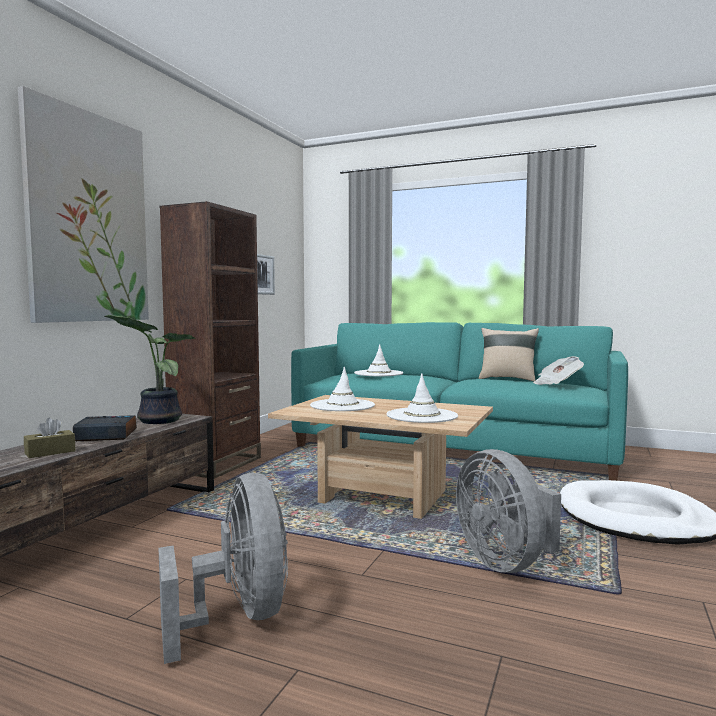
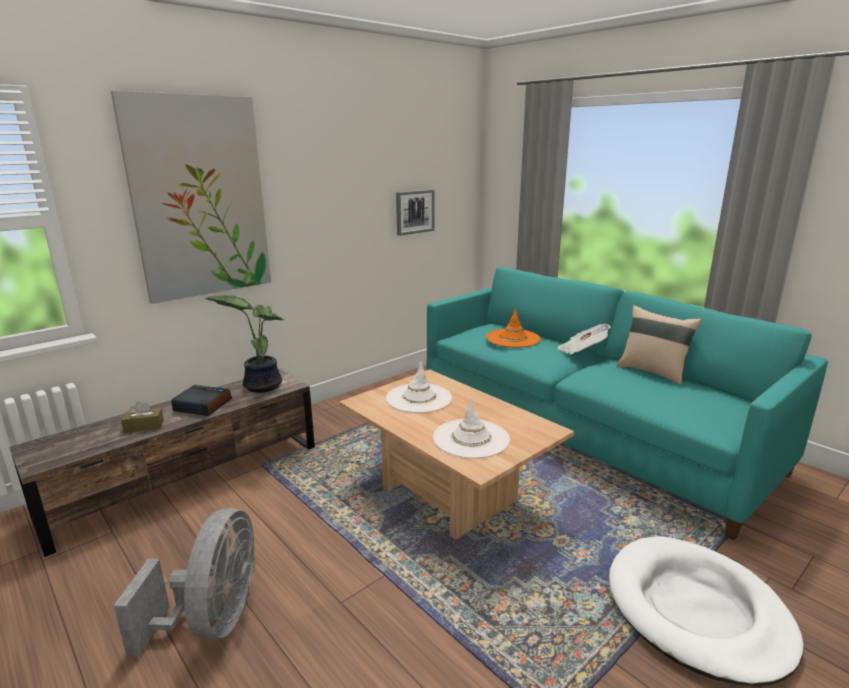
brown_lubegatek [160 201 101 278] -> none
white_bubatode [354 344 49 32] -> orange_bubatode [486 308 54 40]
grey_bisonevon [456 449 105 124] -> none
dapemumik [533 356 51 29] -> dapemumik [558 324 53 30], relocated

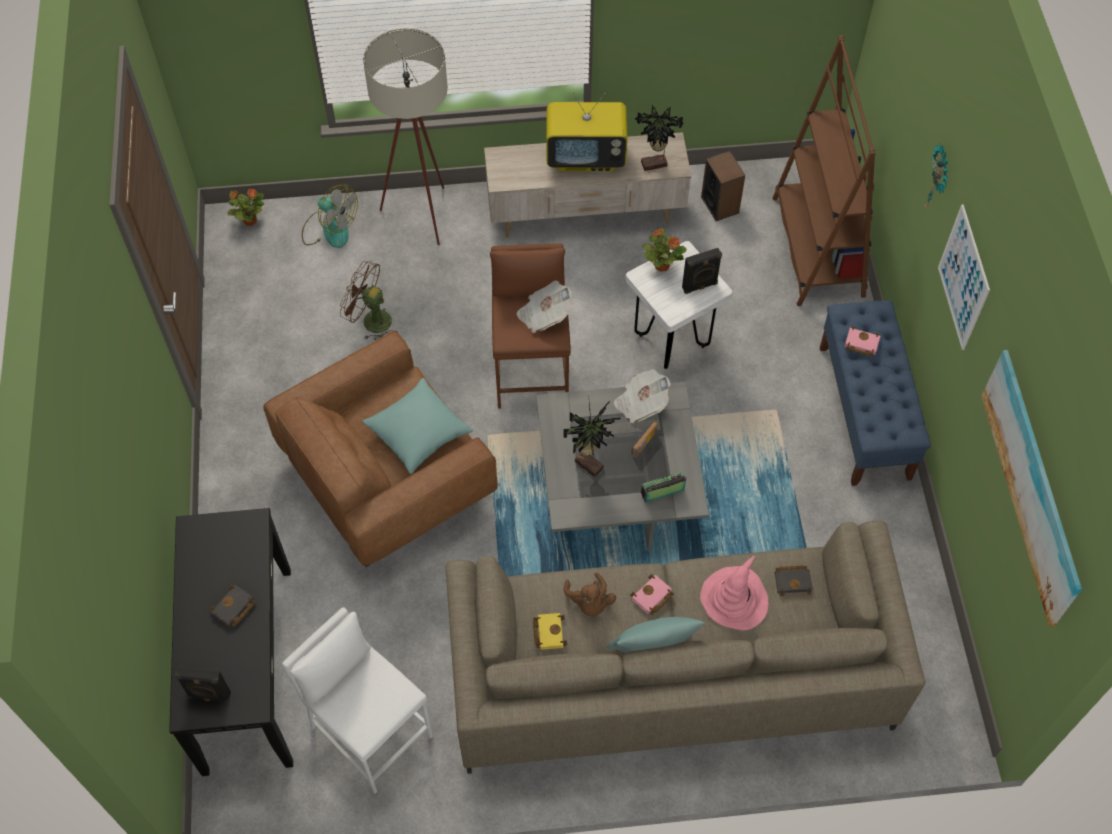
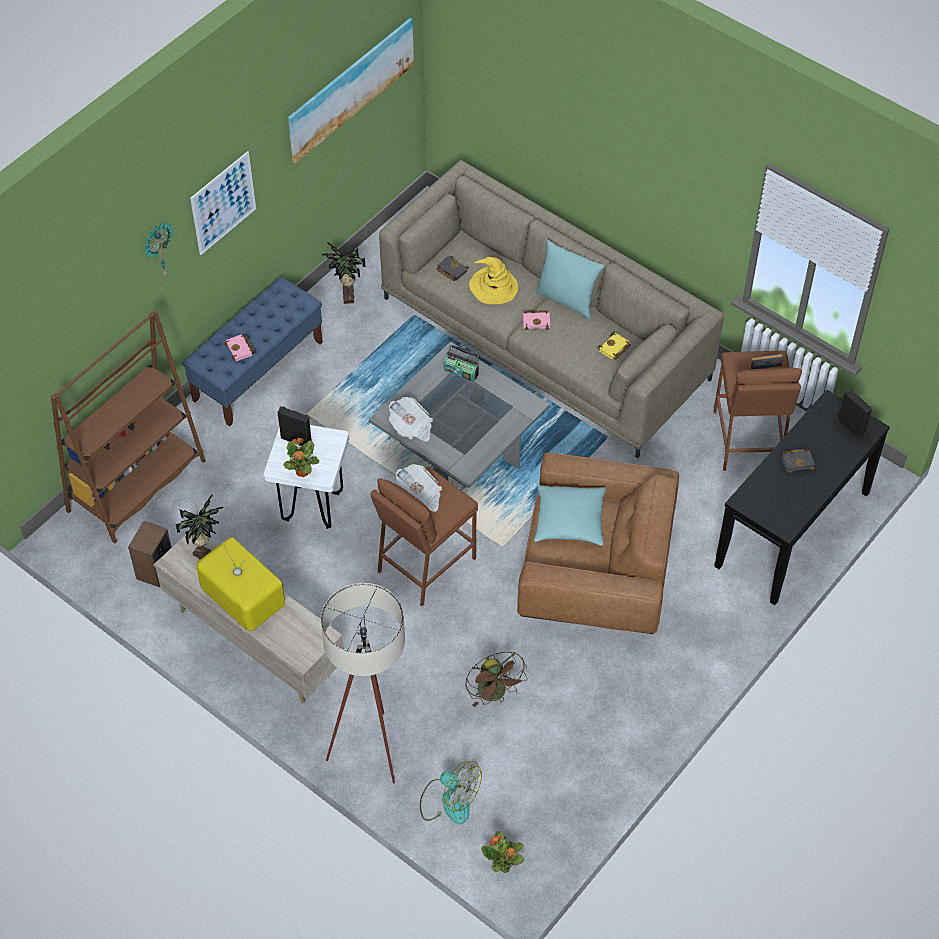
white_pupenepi [282 607 151 187] -> brown_pupenepi [713 351 89 120]
bisonevon [302 184 56 64] -> bisonevon [420 761 62 63], 135 degrees clockwise
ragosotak [563 401 58 76] -> ragosotak [322 242 43 62], relocated
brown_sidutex [564 573 52 43] -> none
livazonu [631 422 26 38] -> livazonu [750 354 34 15], relocated
pink_bubatode [700 556 68 74] -> yellow_bubatode [469 257 49 47]

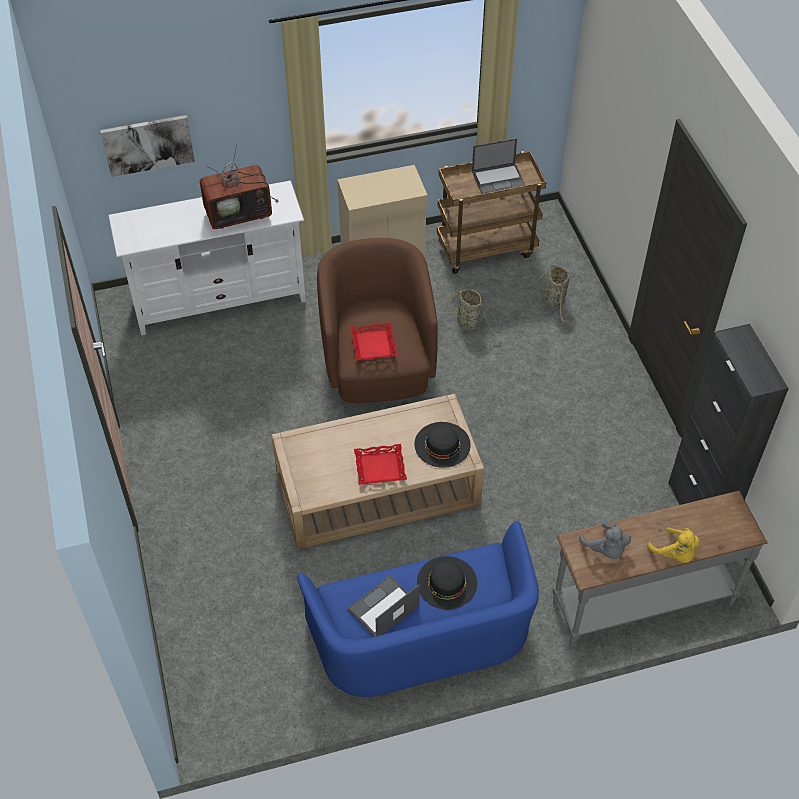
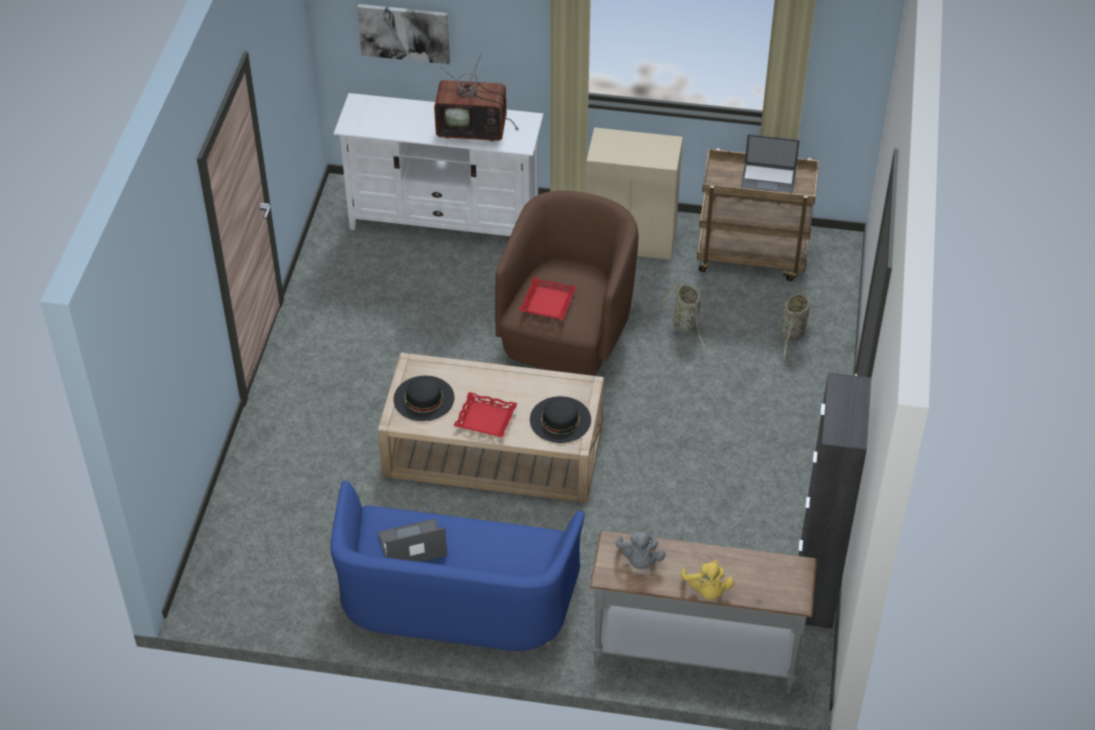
black_bubatode [417 556 60 54] -> black_bubatode [393 376 61 45], relocated

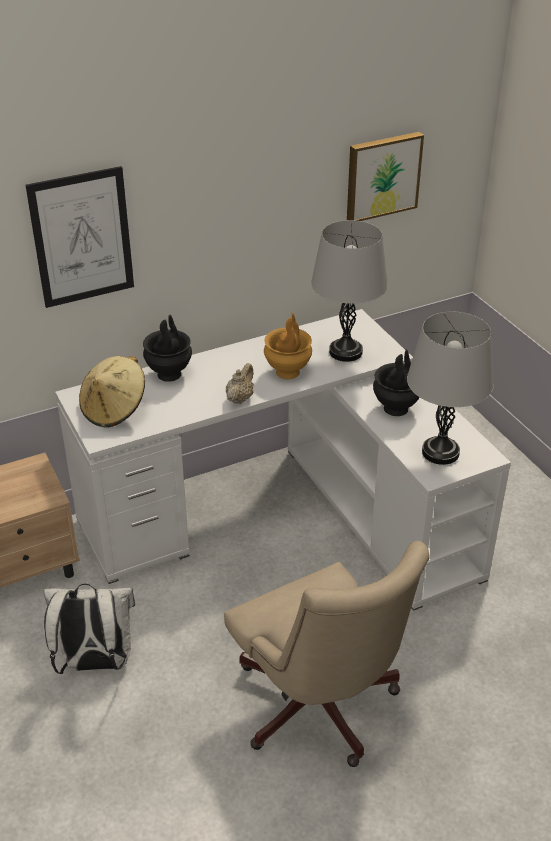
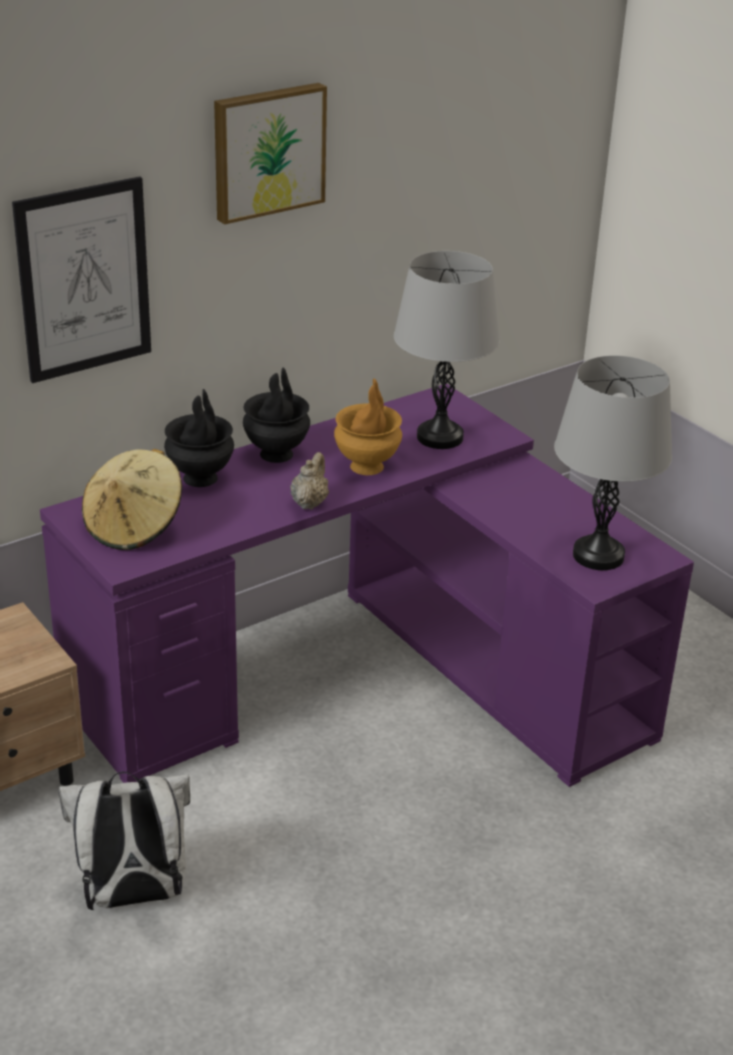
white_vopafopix [55 309 456 302] -> purple_vopafopix [40 383 654 404]
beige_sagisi [224 541 206 226] -> none
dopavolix [347 132 77 89] -> dopavolix [214 83 113 141], relocated
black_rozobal [373 349 47 67] -> black_rozobal [243 368 67 95], relocated

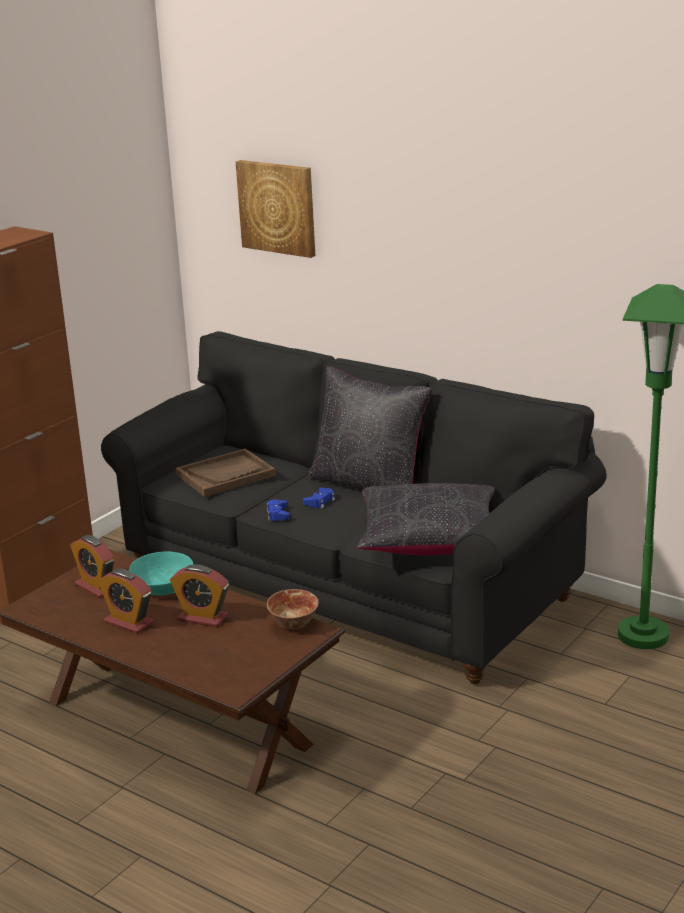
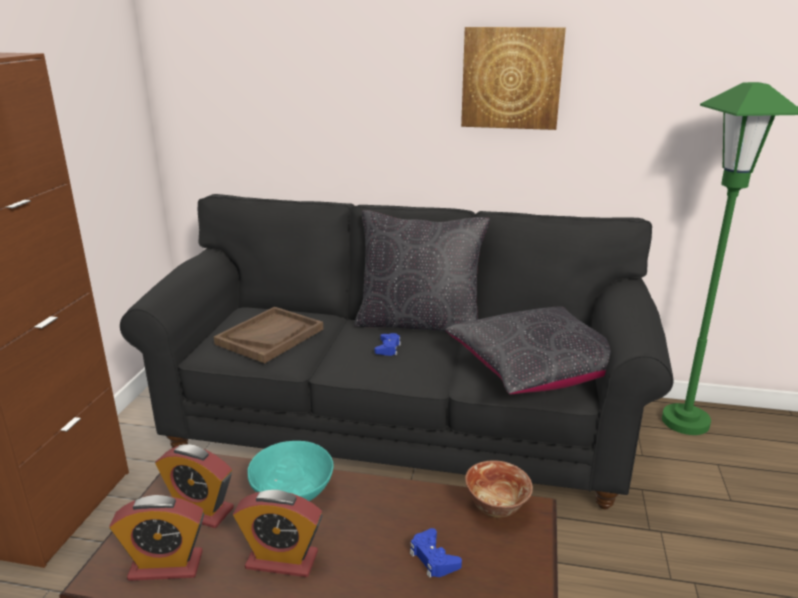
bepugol [170 564 59 63] -> bepugol [109 495 95 86], relocated
dopavolix [236 160 79 98] -> dopavolix [461 27 105 103], relocated
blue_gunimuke [267 500 22 21] -> blue_gunimuke [410 528 52 50], relocated

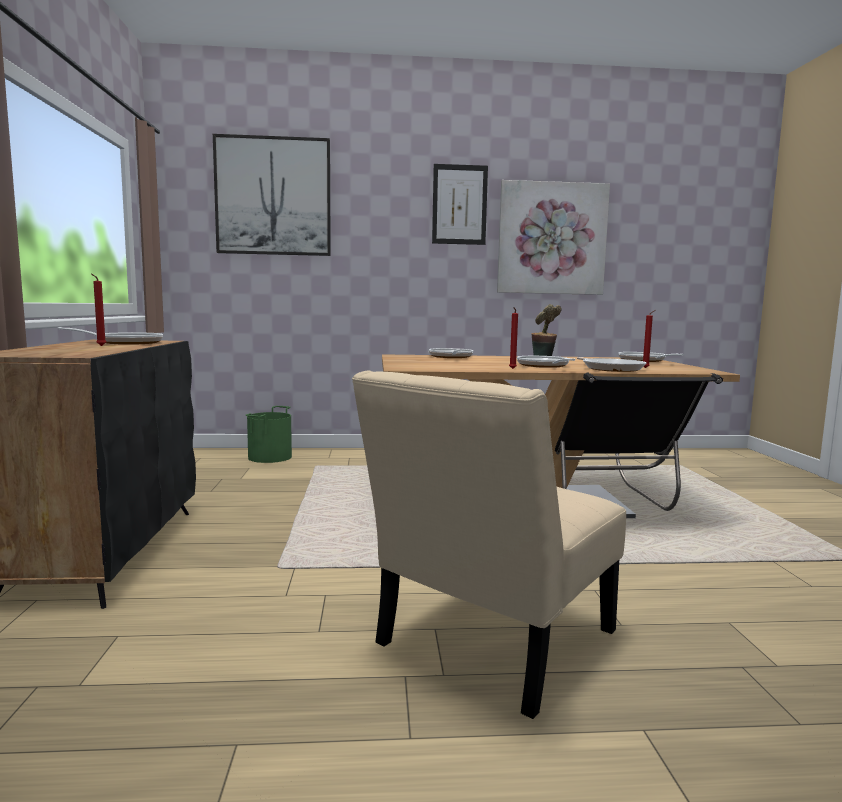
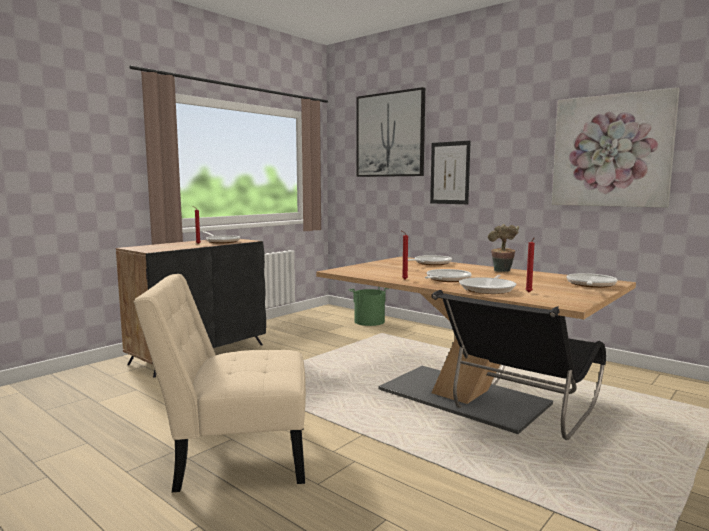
dopavolix [432 164 56 81] -> dopavolix [430 141 41 63], relocated

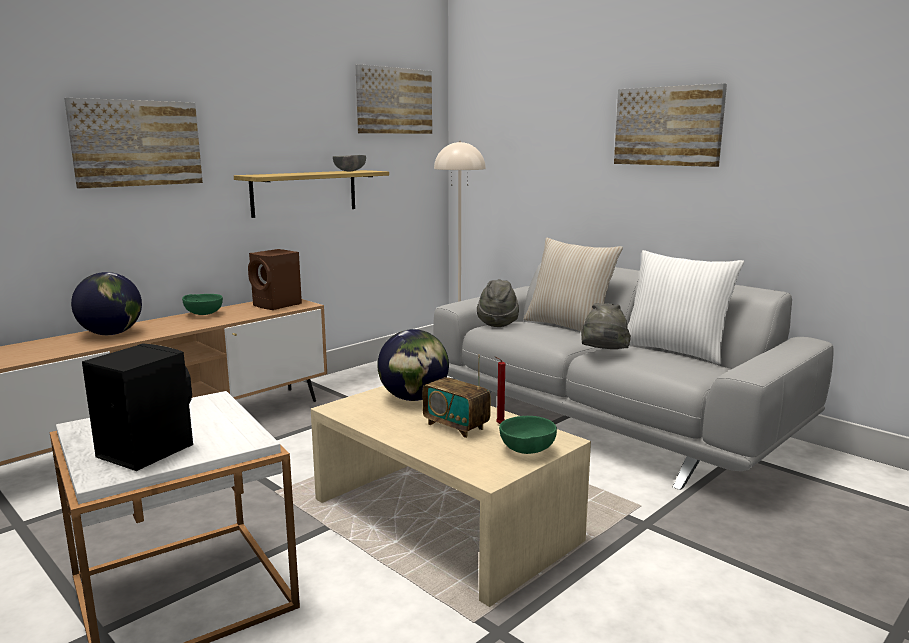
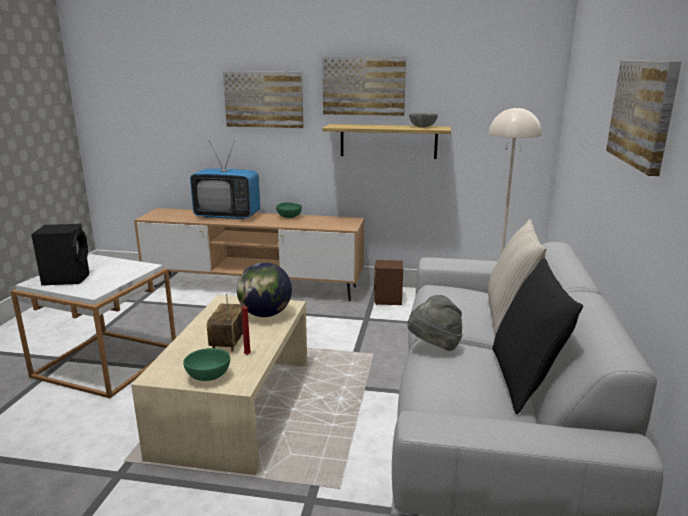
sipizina [71 272 71 63] -> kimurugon [190 140 70 80]
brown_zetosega [248 249 54 61] -> brown_zetosega [374 260 29 45], relocated
dopavolix [356 64 76 70] -> dopavolix [322 57 84 59], relocated
grey_bubatode [477 279 42 48] -> none
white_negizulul [628 250 116 115] -> black_negizulul [492 258 91 156]

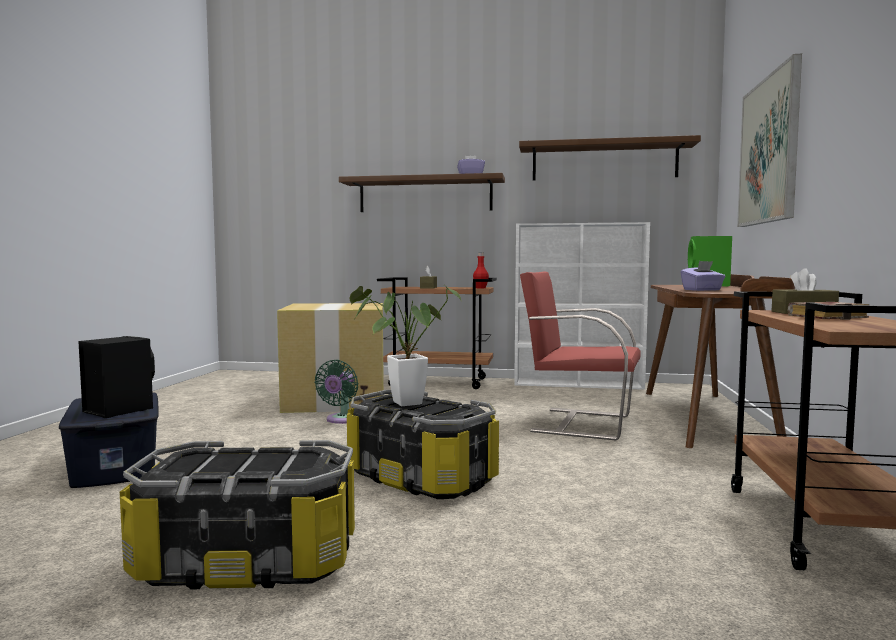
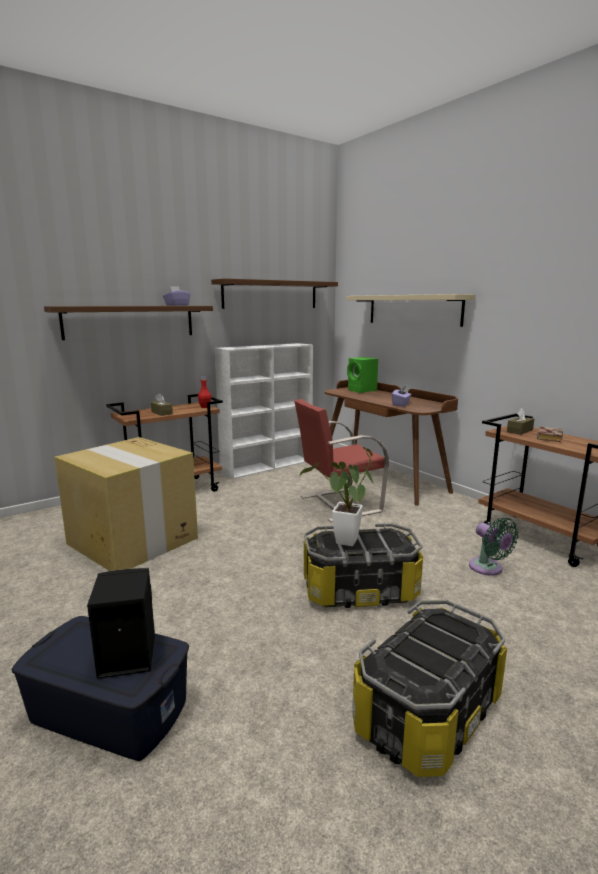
green_bisonevon [315 360 43 64] -> green_bisonevon [469 518 50 58], relocated
dopavolix [737 54 65 173] -> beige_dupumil [346 294 130 33]

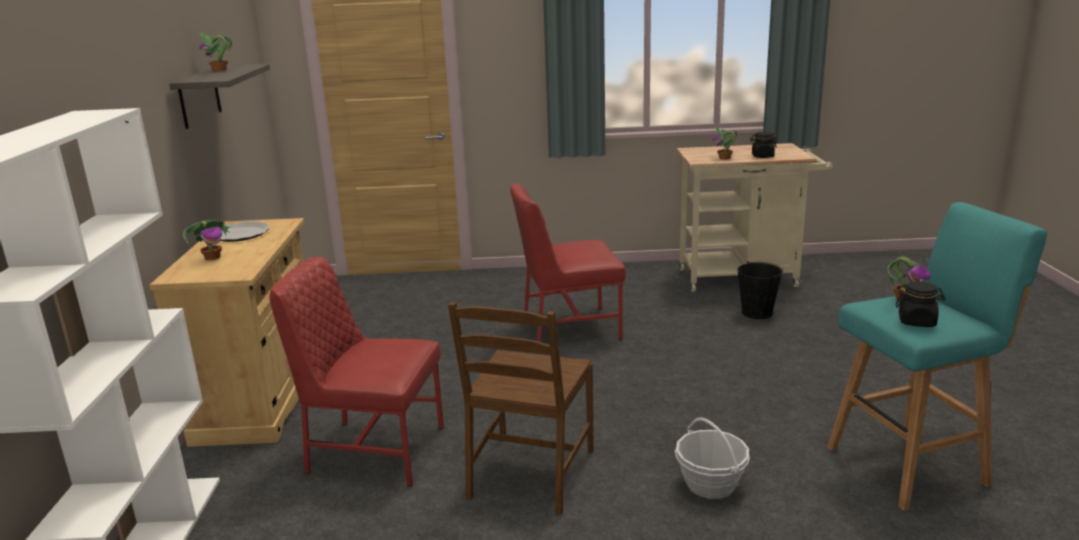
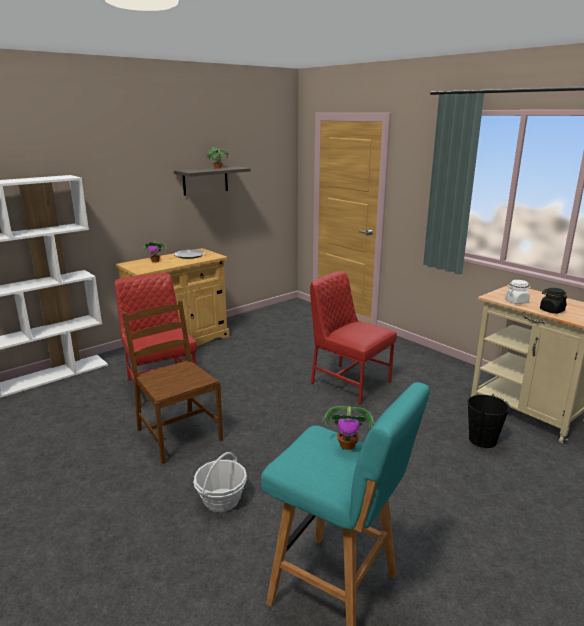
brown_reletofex [448 302 146 213] -> brown_reletofex [122 300 101 164], 75 degrees clockwise
ragosotak [712 127 25 33] -> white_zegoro [505 280 26 24]
black_zegoro [896 281 49 46] -> none

